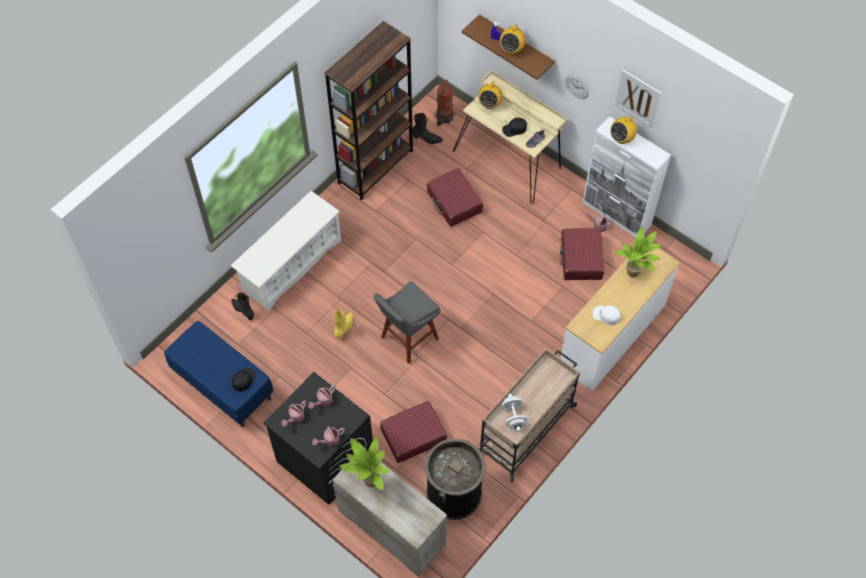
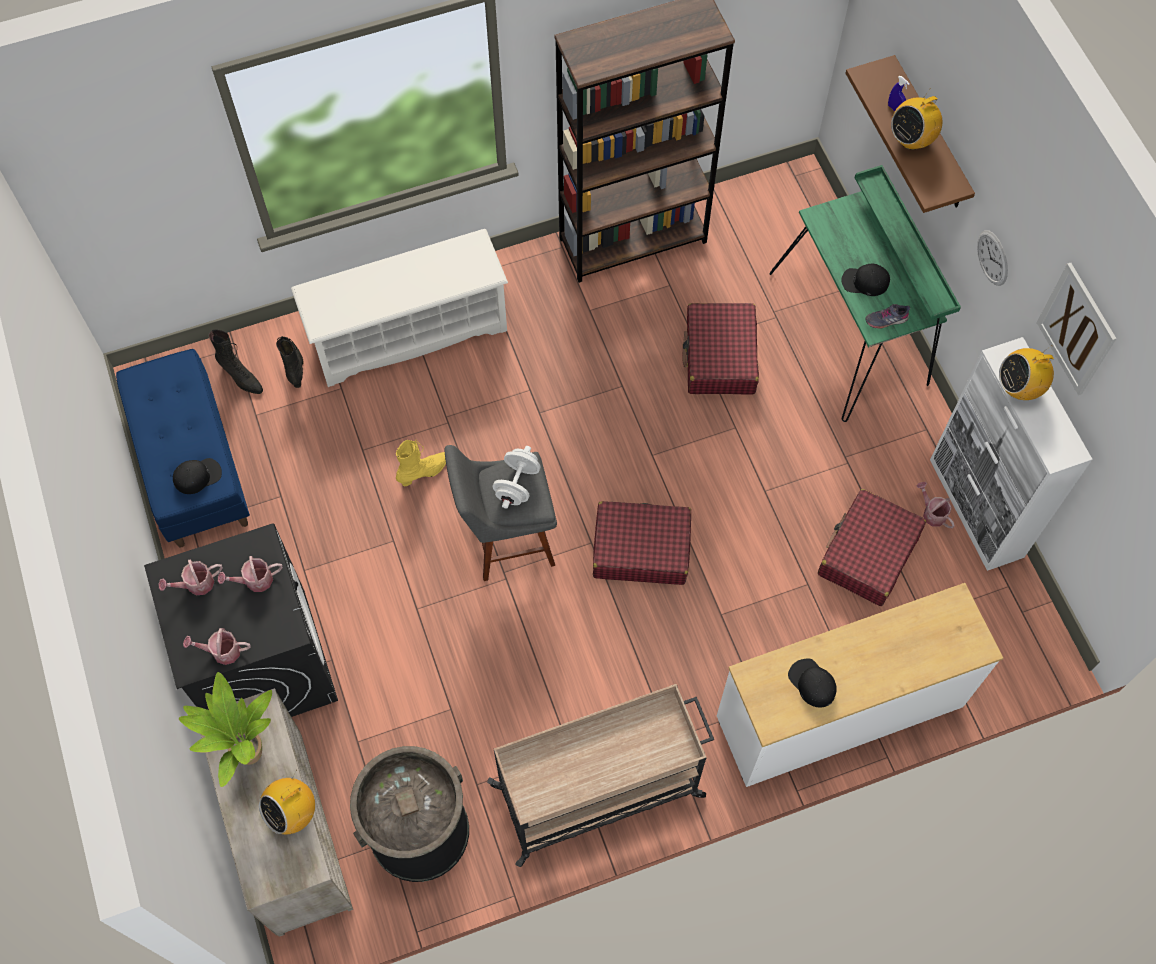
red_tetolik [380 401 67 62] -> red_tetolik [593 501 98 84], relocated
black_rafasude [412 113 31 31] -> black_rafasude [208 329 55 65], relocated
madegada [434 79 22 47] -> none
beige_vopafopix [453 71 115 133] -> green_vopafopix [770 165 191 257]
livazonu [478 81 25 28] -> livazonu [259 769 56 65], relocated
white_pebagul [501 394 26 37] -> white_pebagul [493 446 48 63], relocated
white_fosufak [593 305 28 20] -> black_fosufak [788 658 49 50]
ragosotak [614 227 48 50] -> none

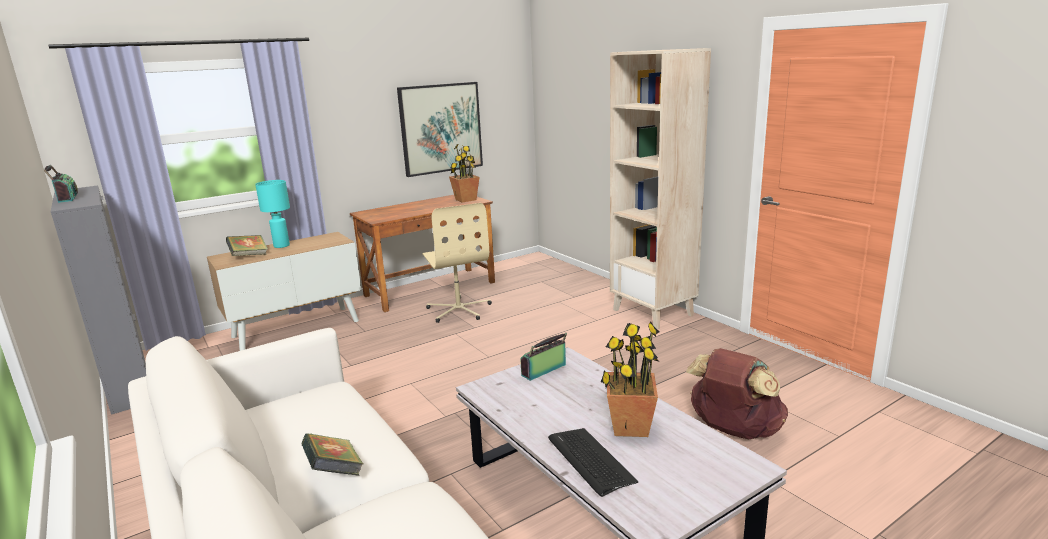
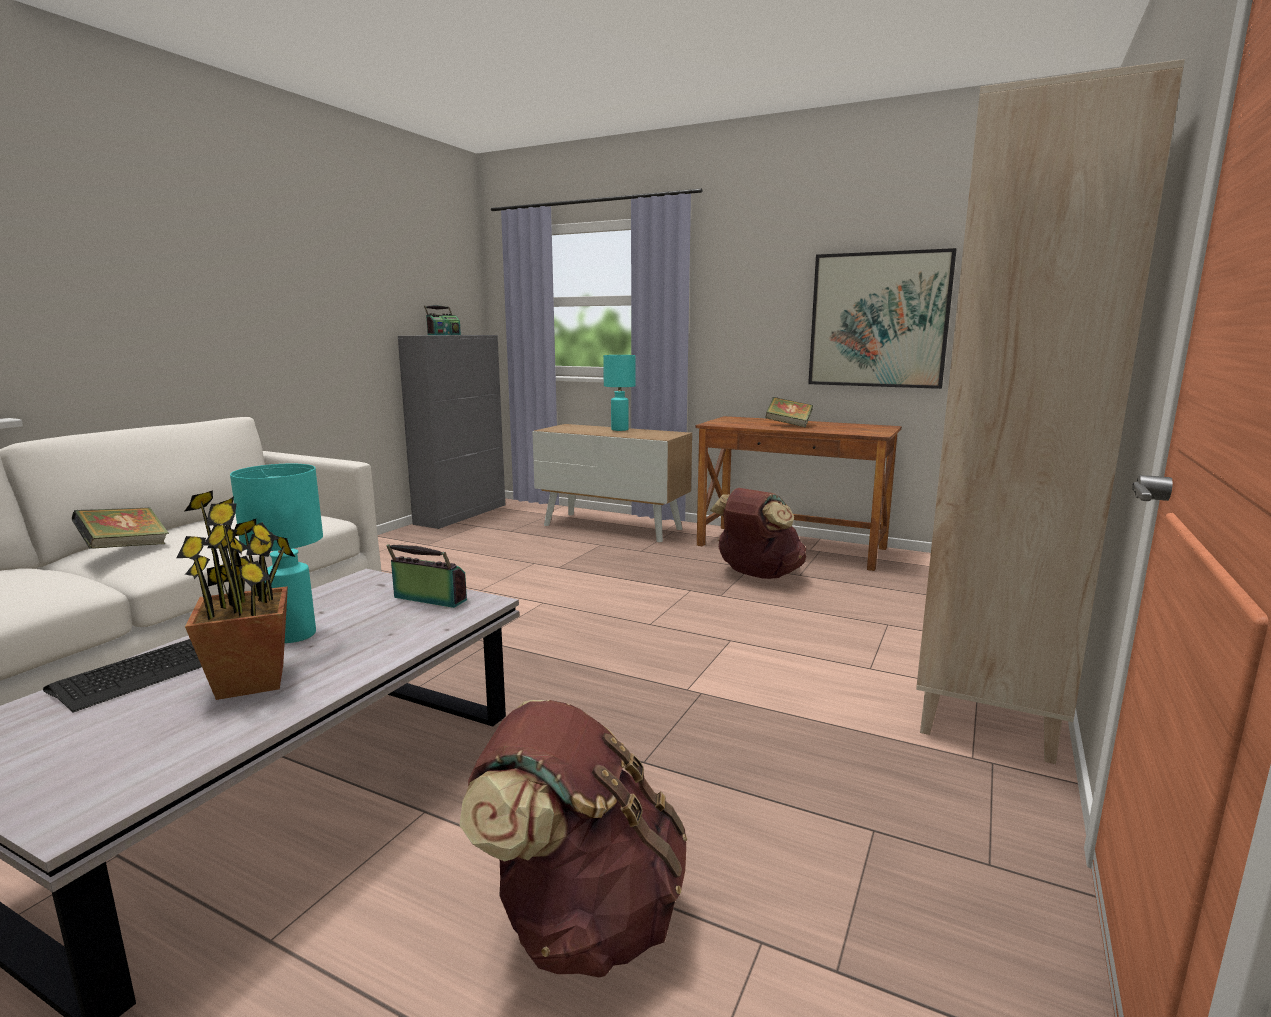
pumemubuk [226 235 42 21] -> pumemubuk [765 397 48 31], relocated
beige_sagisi [422 203 70 120] -> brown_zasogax [710 488 96 91]
ragosotak [449 144 31 59] -> none
none -> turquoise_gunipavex [230 464 93 179]

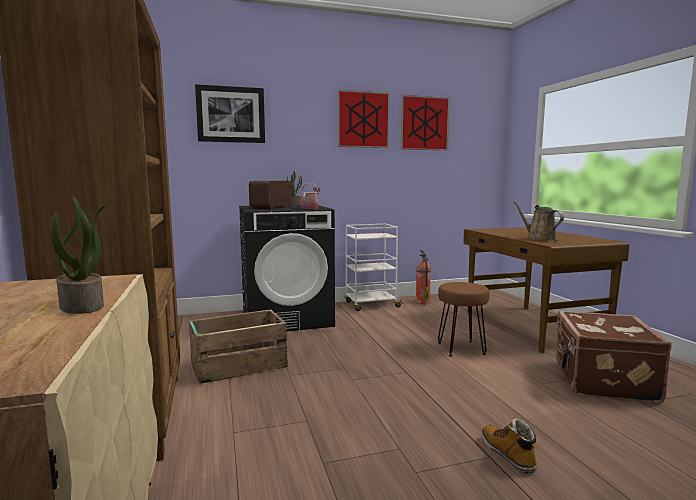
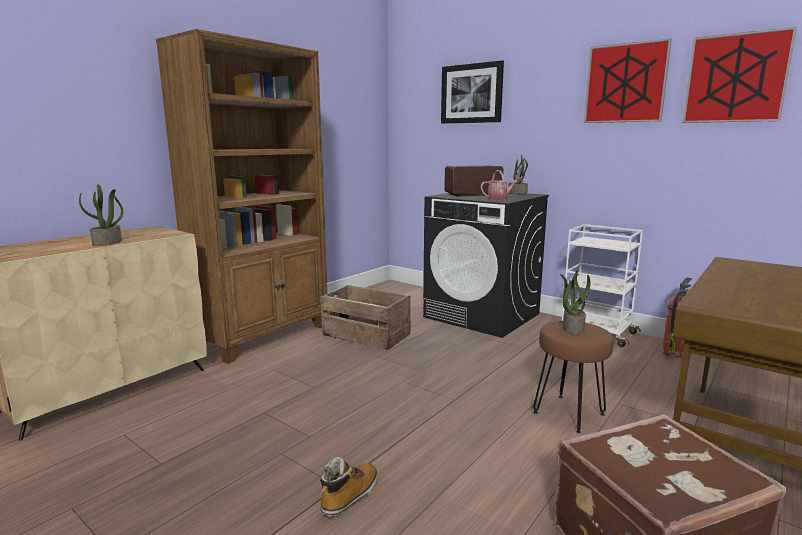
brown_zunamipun [513 201 51 40] -> none
none -> ragosotak [560 270 31 65]

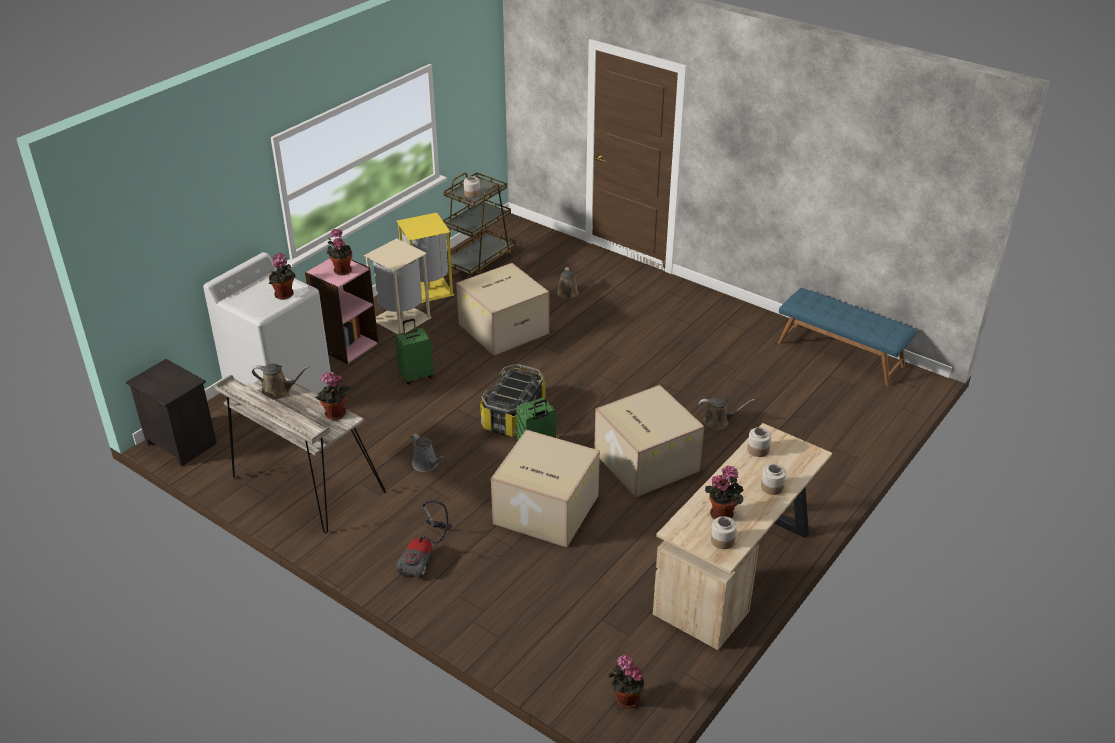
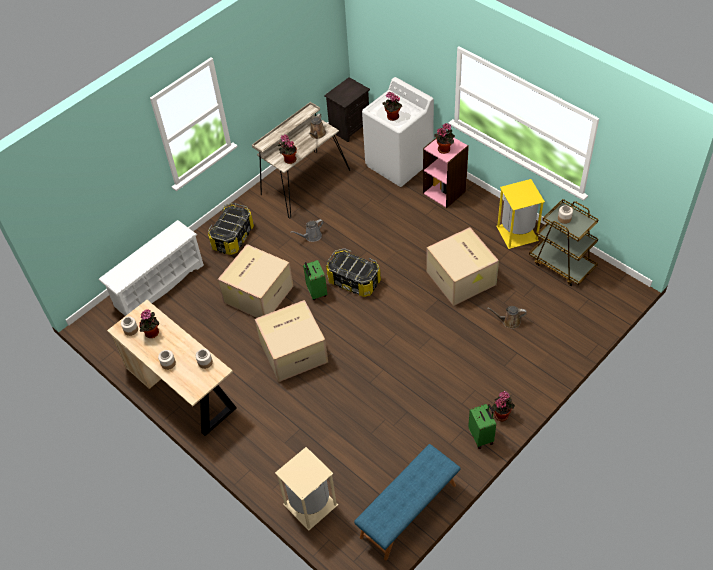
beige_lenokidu [364 238 68 96] -> beige_lenokidu [275 447 63 84], relocated
green_tetolik [395 319 39 65] -> green_tetolik [468 404 28 45], relocated
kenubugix [396 500 57 79] -> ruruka [208 203 46 52]
ragosotak [608 655 36 54] -> ragosotak [491 391 24 30], relocated
brown_zunamipun [698 397 57 33] -> none
none -> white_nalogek [99 220 105 96]

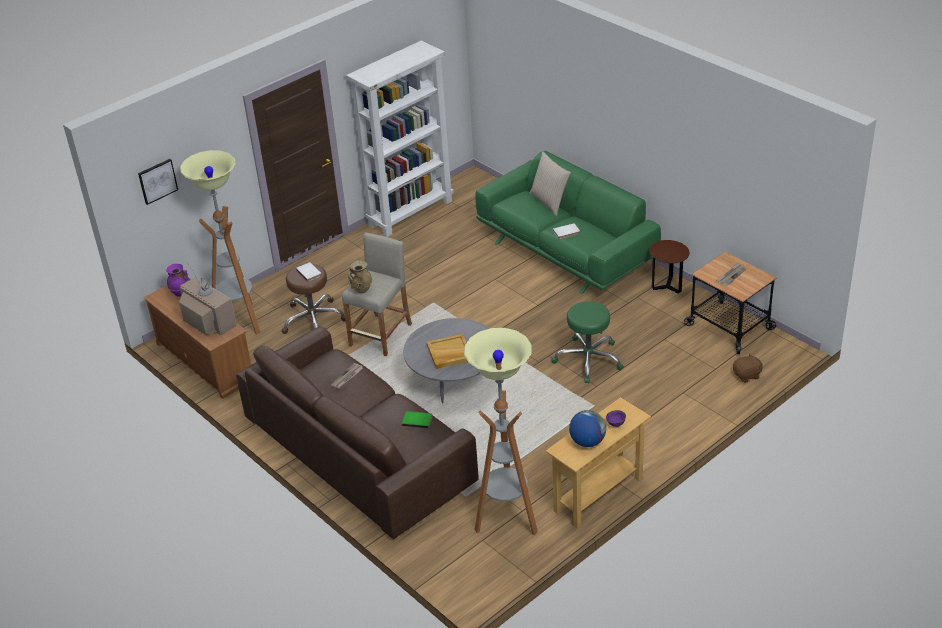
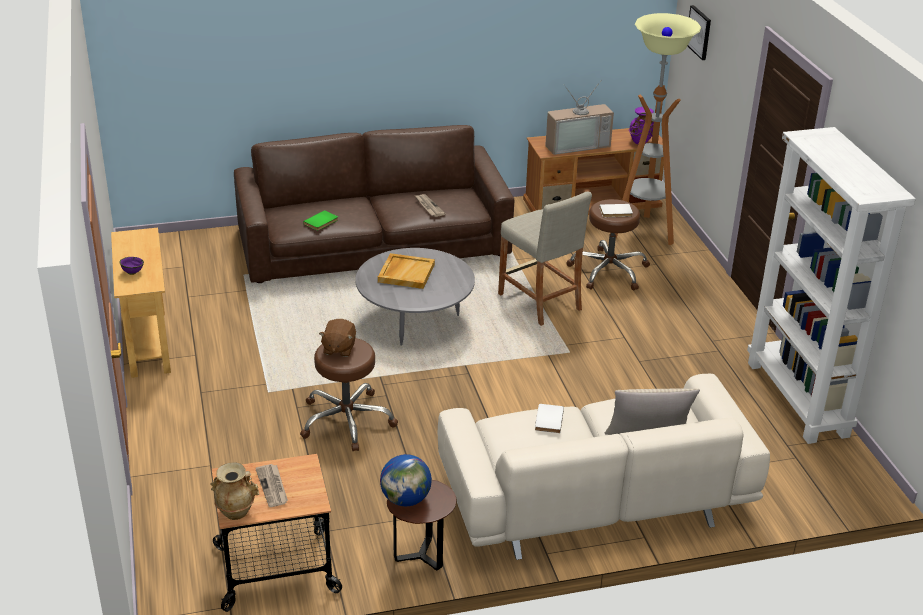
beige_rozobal [348 260 24 33] -> beige_rozobal [210 462 49 58], relocated
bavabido [464 328 74 207] -> none
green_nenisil [475 151 186 143] -> beige_nenisil [438 374 332 186]
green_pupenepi [551 301 73 83] -> brown_pupenepi [300 338 98 113]
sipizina [569 410 37 37] -> sipizina [380 454 52 52], relocated
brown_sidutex [733 353 30 30] -> brown_sidutex [319 319 37 38], relocated

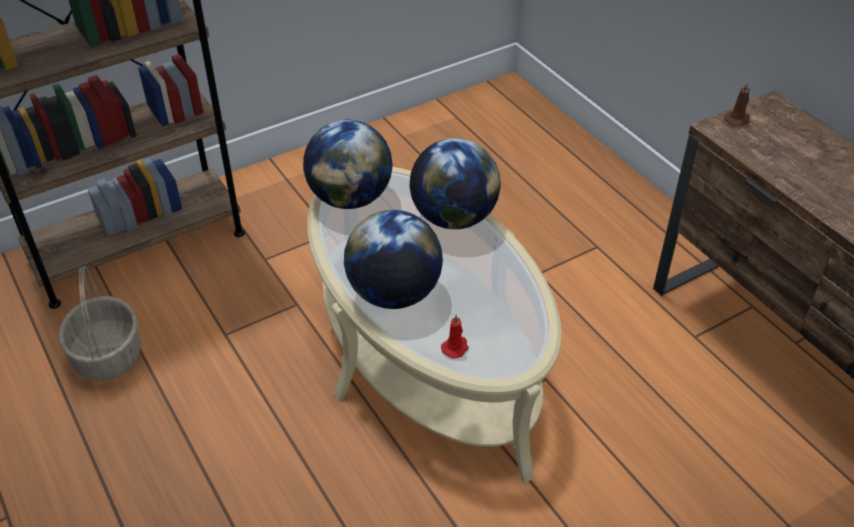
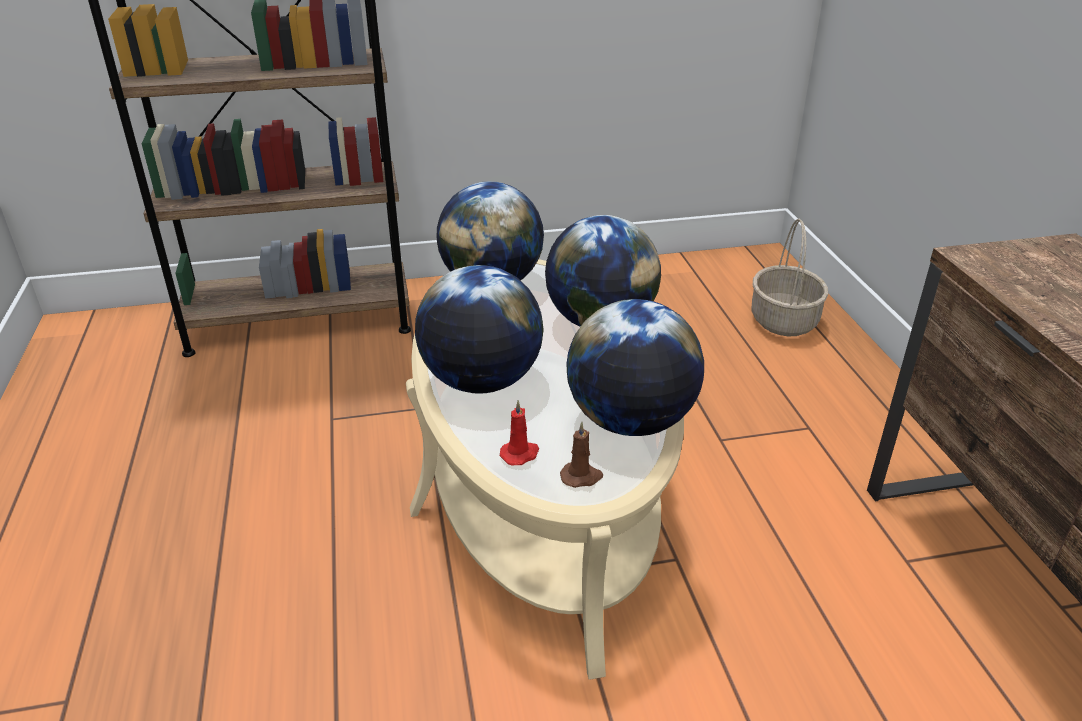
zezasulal [59 266 82 115] -> zezasulal [751 219 77 118], relocated
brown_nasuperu [724 82 26 44] -> brown_nasuperu [560 422 43 66], relocated
none -> sipizina [567 299 137 137]

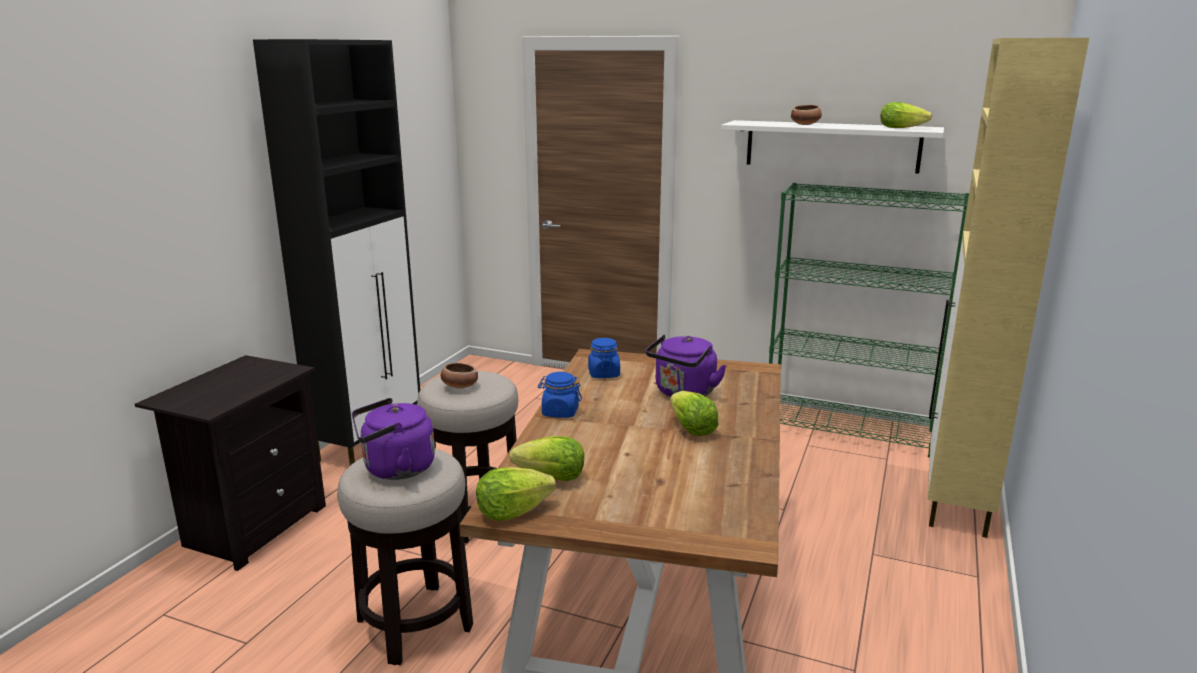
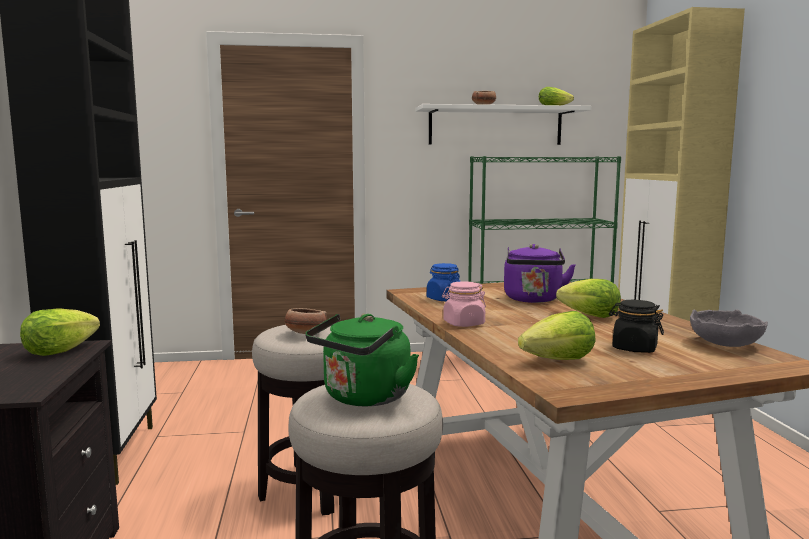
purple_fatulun [352 398 83 82] -> green_fatulun [305 313 114 94]
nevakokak [476 467 80 54] -> nevakokak [20 308 80 48], relocated
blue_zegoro [538 372 44 46] -> pink_zegoro [442 281 44 46]
none -> black_zegoro [609 300 55 53]
none -> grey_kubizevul [690 309 78 38]

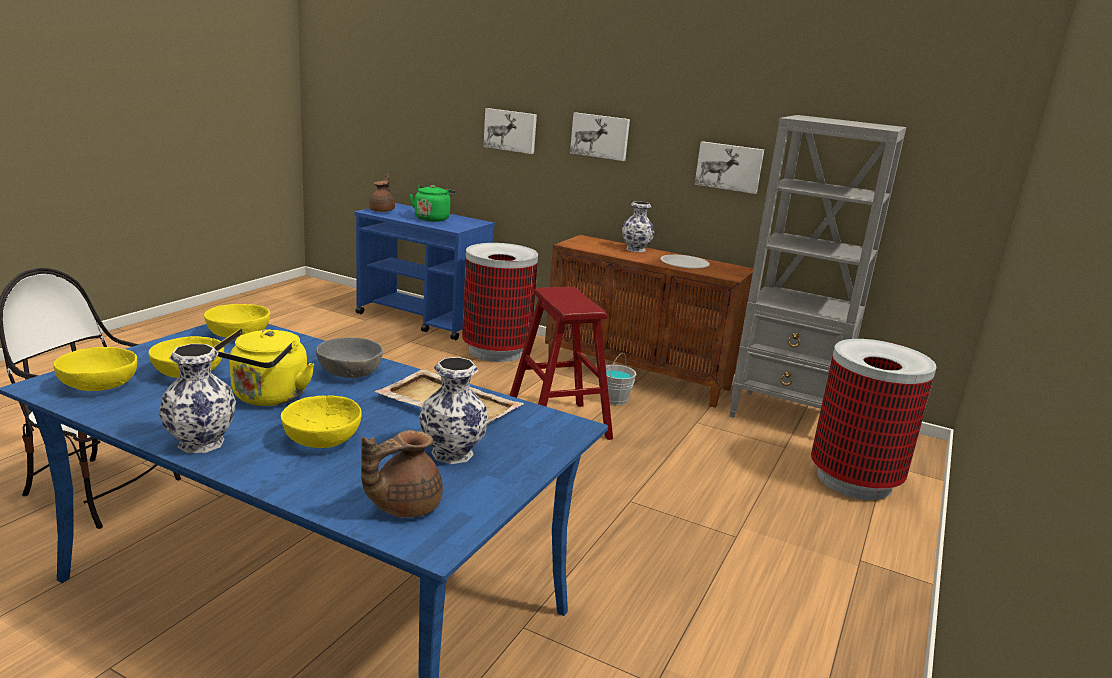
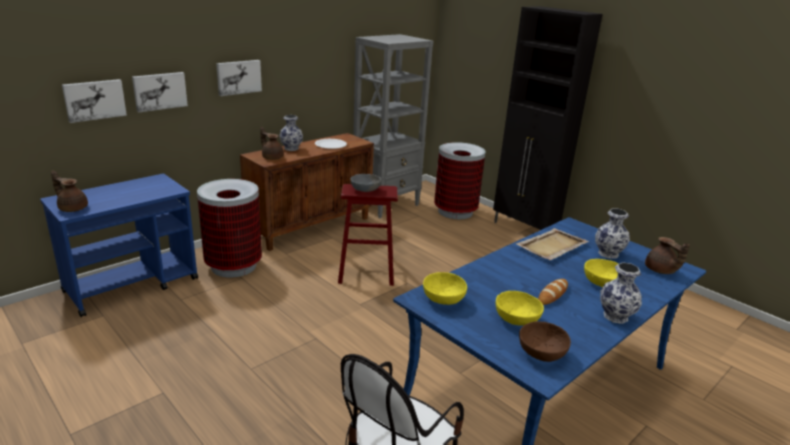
yellow_kubizevul [53 347 84 44] -> brown_kubizevul [519 321 52 41]
yellow_fatulun [214 328 100 78] -> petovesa [538 279 30 26]
grey_kubizevul [316 338 67 40] -> grey_kubizevul [350 174 31 18], relocated
green_fatulun [409 185 47 37] -> none
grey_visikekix [605 353 32 52] -> none
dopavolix [695 141 69 53] -> dopavolix [62 79 65 44], relocated
none -> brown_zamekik [260 127 24 33]
none -> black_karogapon [493 6 110 224]

